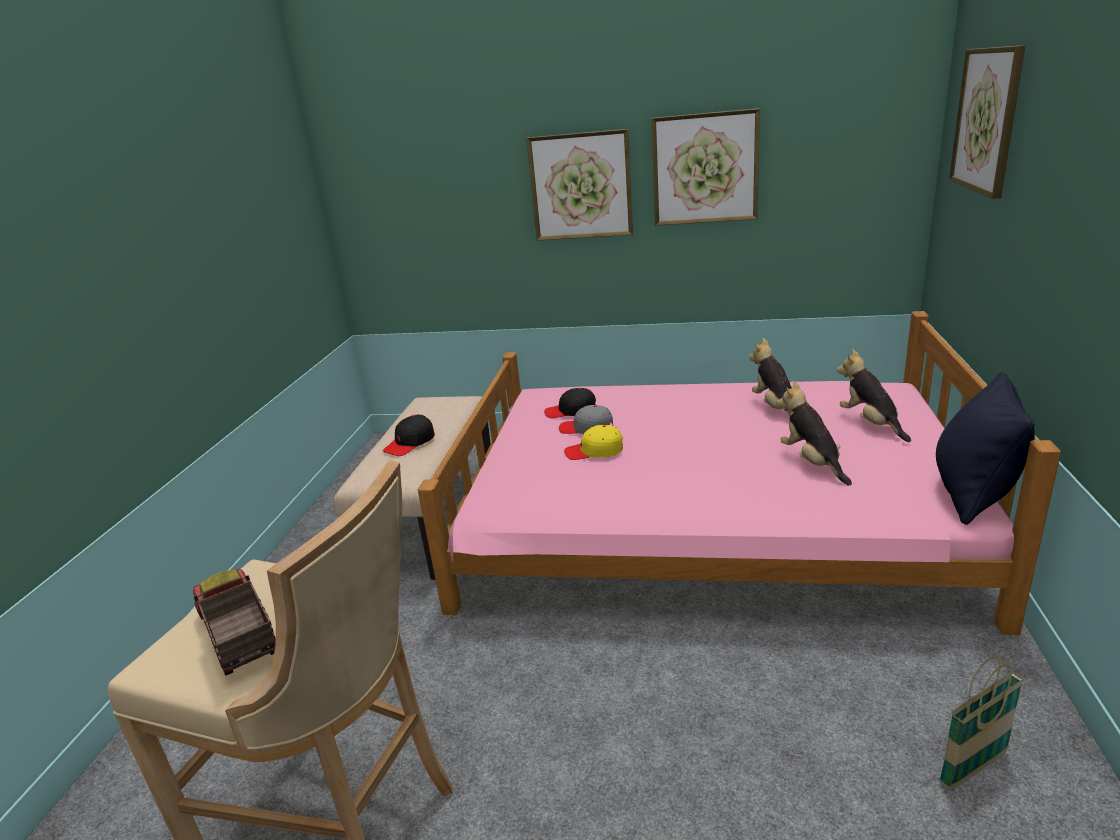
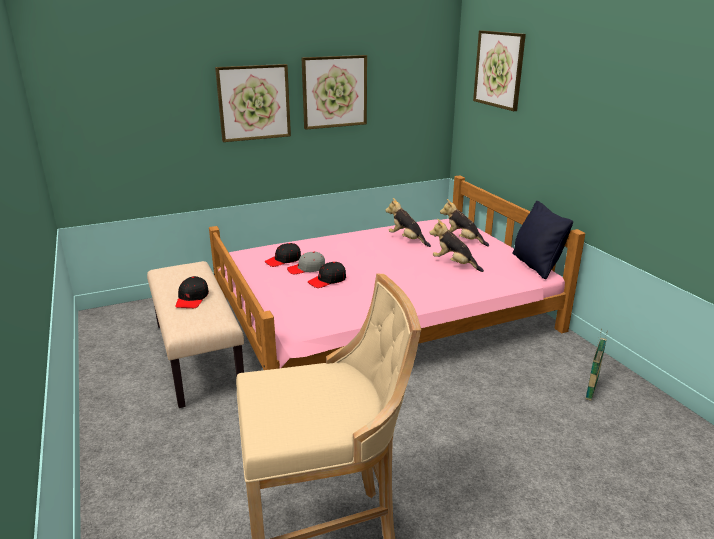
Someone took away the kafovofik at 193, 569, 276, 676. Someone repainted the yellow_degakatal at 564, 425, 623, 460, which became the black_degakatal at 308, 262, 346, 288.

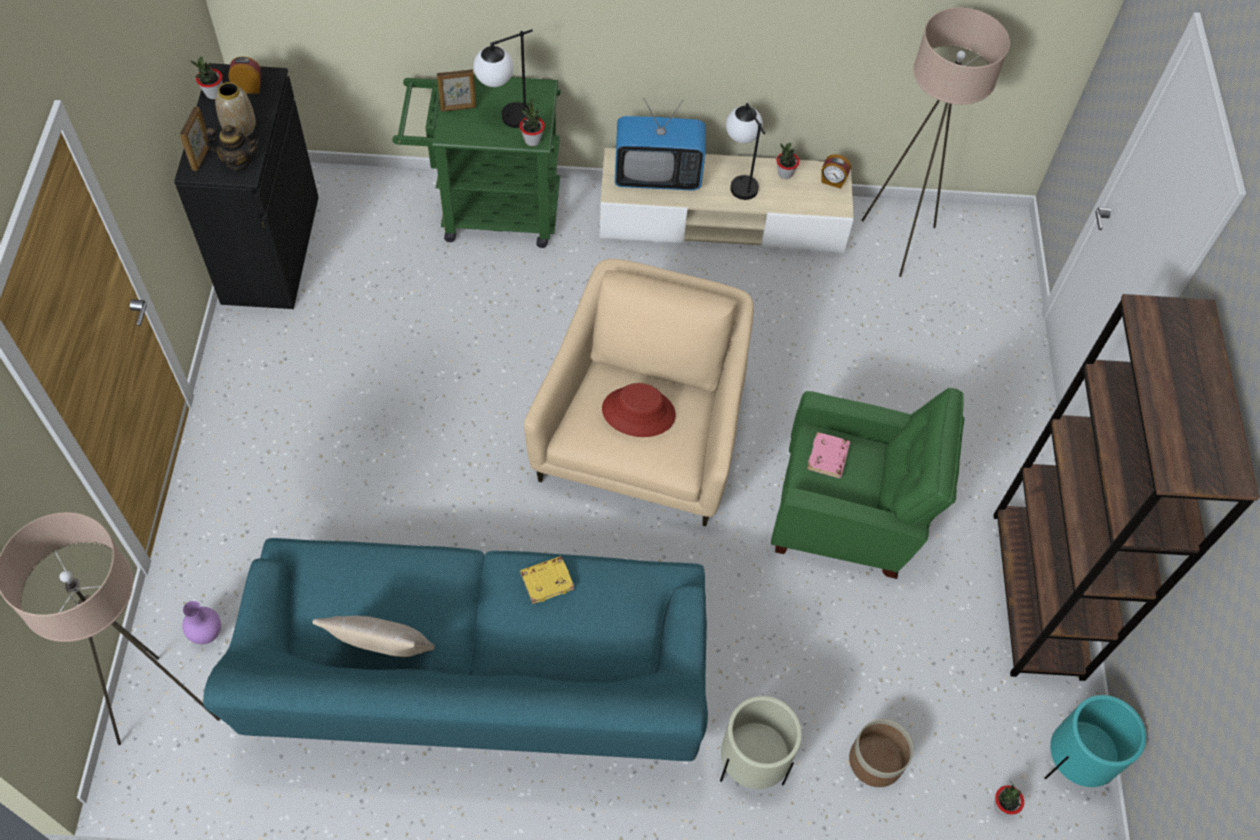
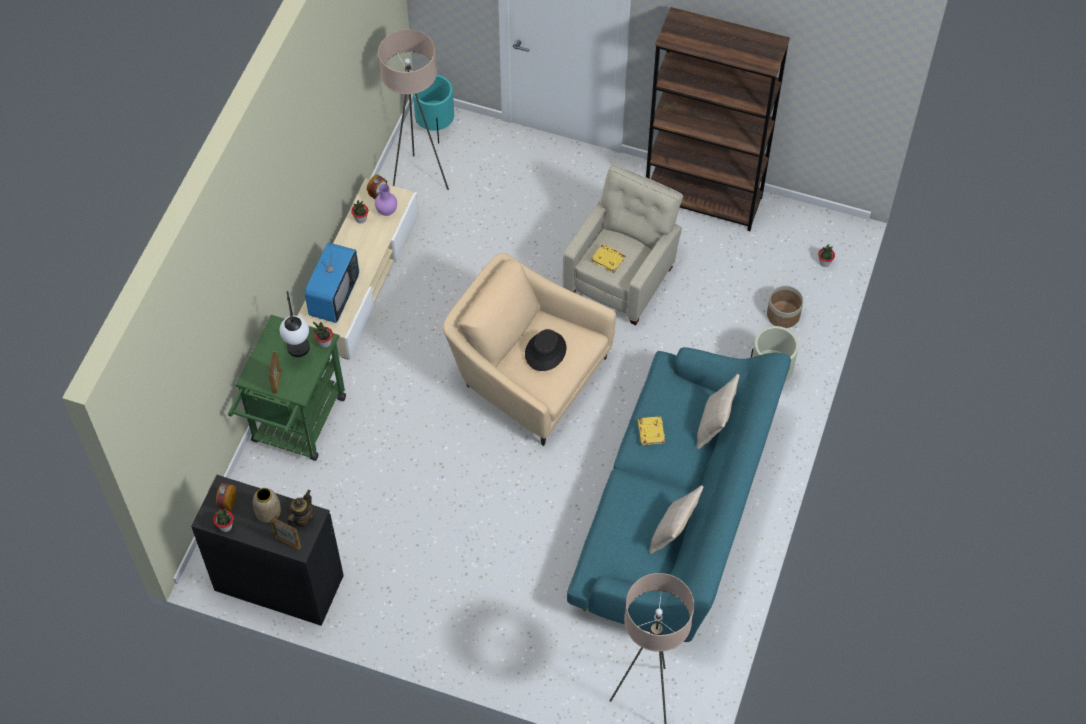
Someone took away the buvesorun at 726, 103, 765, 200. Someone put down the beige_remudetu at 696, 374, 739, 449. Someone carried the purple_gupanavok from 182, 601, 221, 644 to 375, 184, 397, 216. Someone carried the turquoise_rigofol from 1044, 695, 1146, 787 to 413, 74, 454, 144. Someone repainted the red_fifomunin at 602, 383, 676, 437, which became the black_fifomunin at 525, 329, 566, 371. Someone repainted the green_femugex at 771, 388, 965, 579, which became the beige_femugex at 563, 164, 683, 325. Someone repainted the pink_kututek at 807, 432, 850, 478, which became the yellow_kututek at 591, 244, 626, 273.

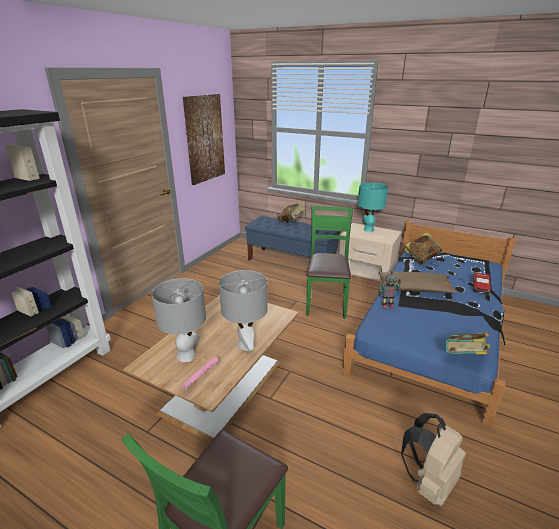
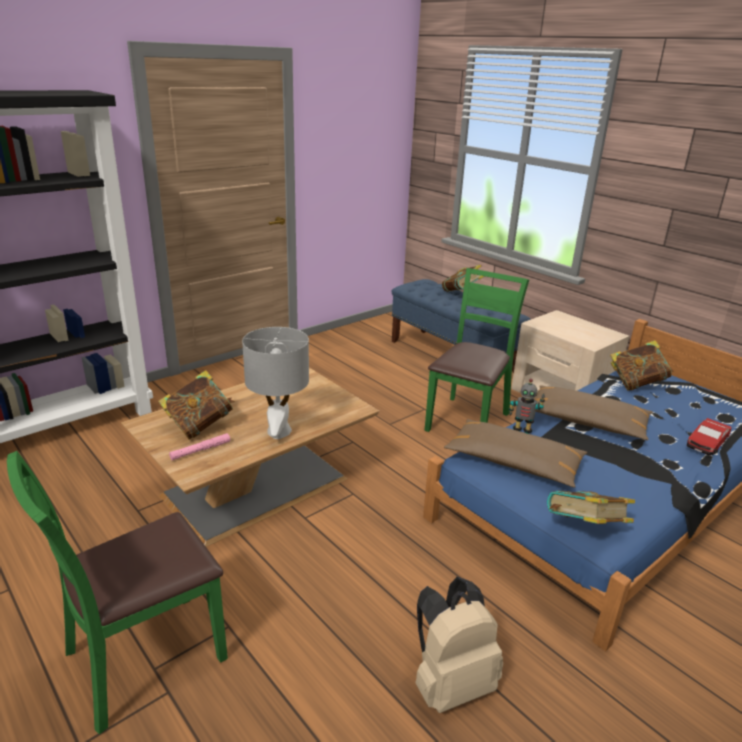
Someone took away the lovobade at 183, 94, 225, 185. Someone took away the turquoise_buvesorun at 358, 183, 388, 232. Someone put down the brown_remudetu at 444, 419, 587, 488. Someone swapped the grey_buvesorun at 152, 278, 206, 362 for the kututek at 158, 370, 235, 440.

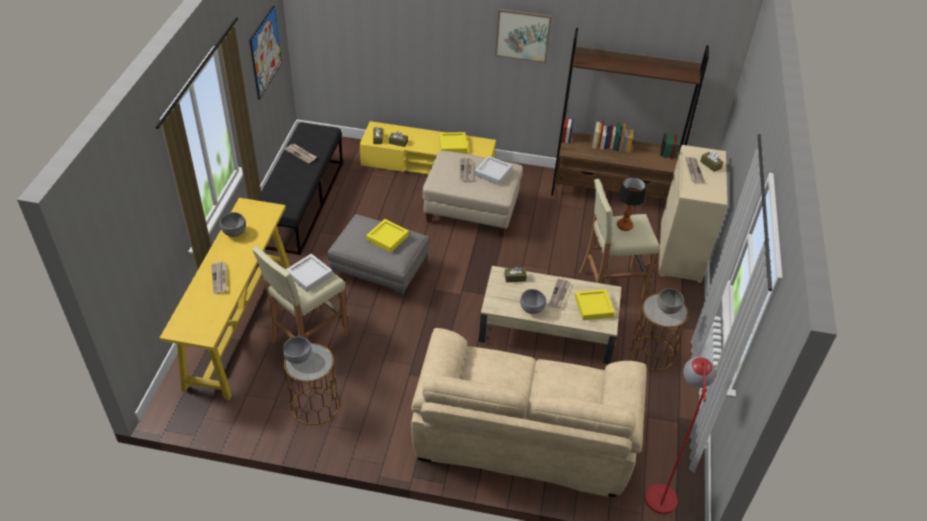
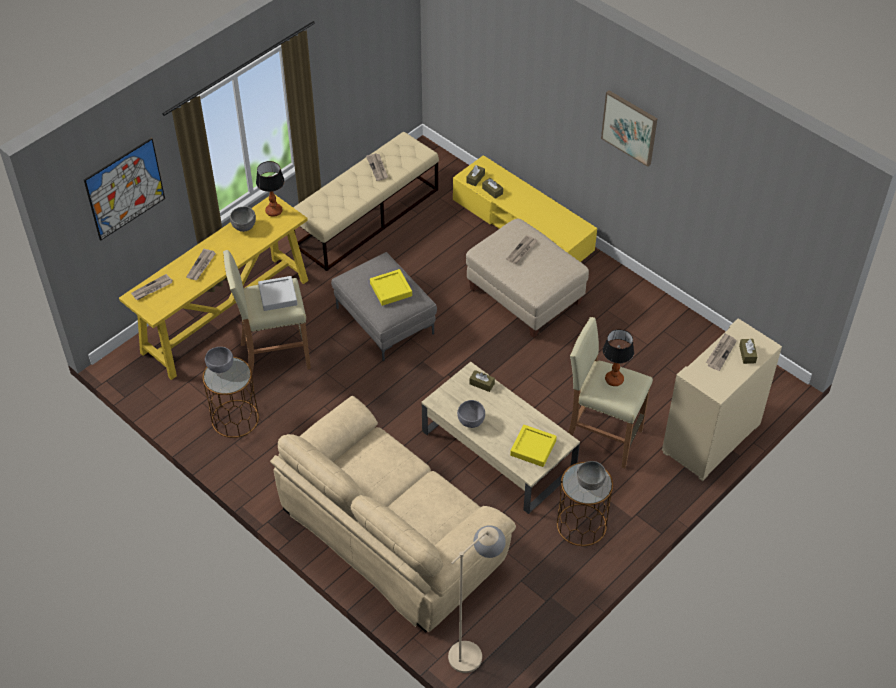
Someone took away the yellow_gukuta at 439, 132, 468, 153. Someone took away the grey_gukuta at 474, 156, 513, 185. Someone took away the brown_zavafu at 551, 28, 709, 200. Someone put down the buvesorun at 256, 161, 285, 217. Someone carried the lovobade from 249, 5, 282, 100 to 84, 138, 165, 241. Someone carried the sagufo from 549, 278, 571, 308 to 131, 274, 173, 300. Someone repainted the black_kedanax at 257, 122, 343, 255, which became the beige_kedanax at 293, 132, 439, 271. Someone repainted the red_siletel at 645, 357, 716, 514, which became the beige_siletel at 448, 525, 506, 673.

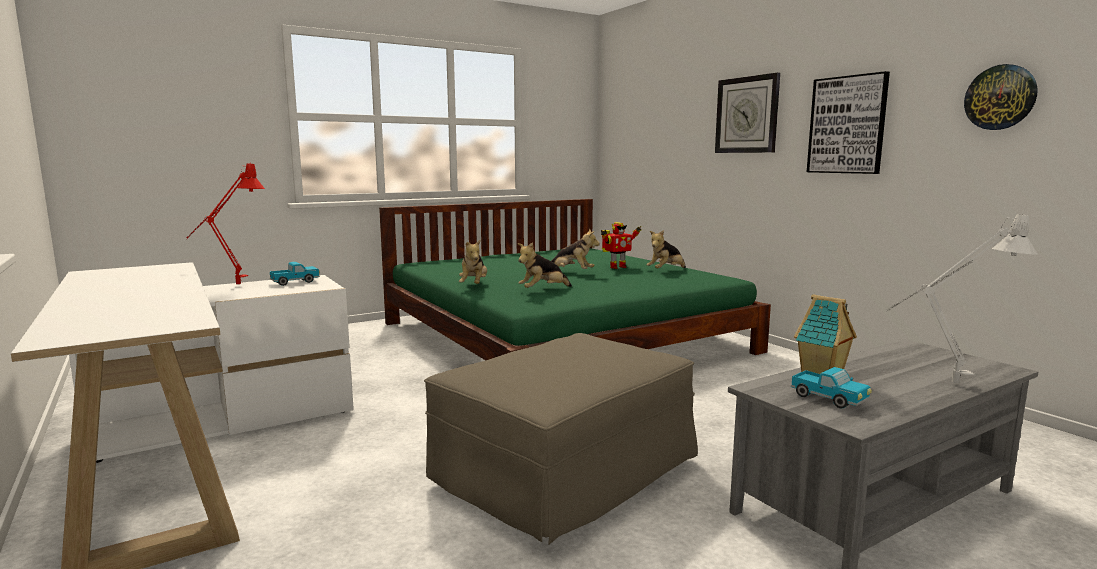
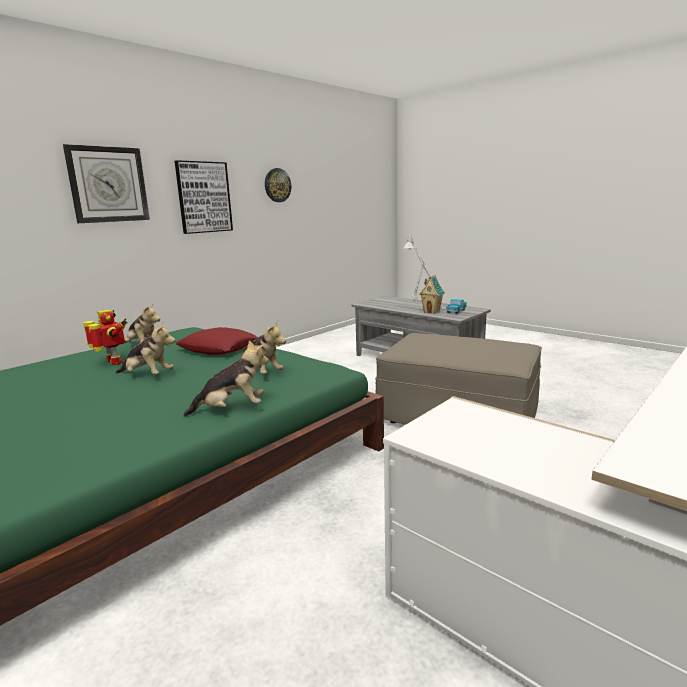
Someone took away the red_buvesorun at 187, 162, 265, 284. Someone took away the kafovofik at 270, 262, 320, 286. Someone put down the red_remudetu at 175, 327, 258, 355. Someone rotated the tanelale at 551, 229, 600, 269 by 105 degrees clockwise.

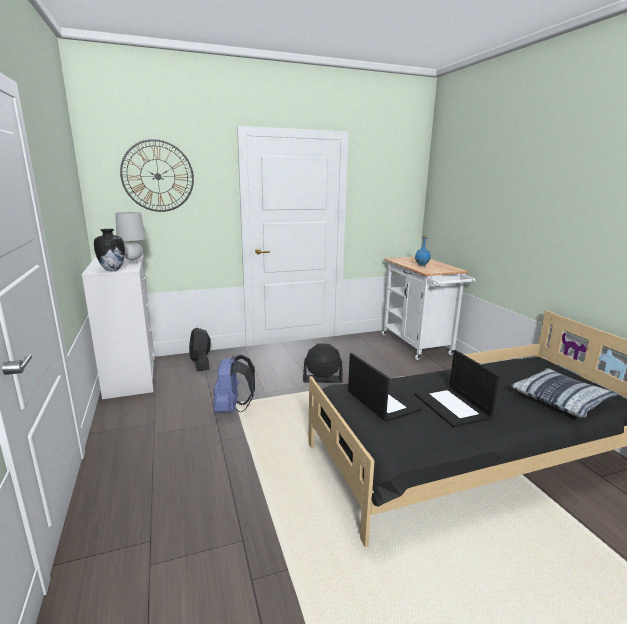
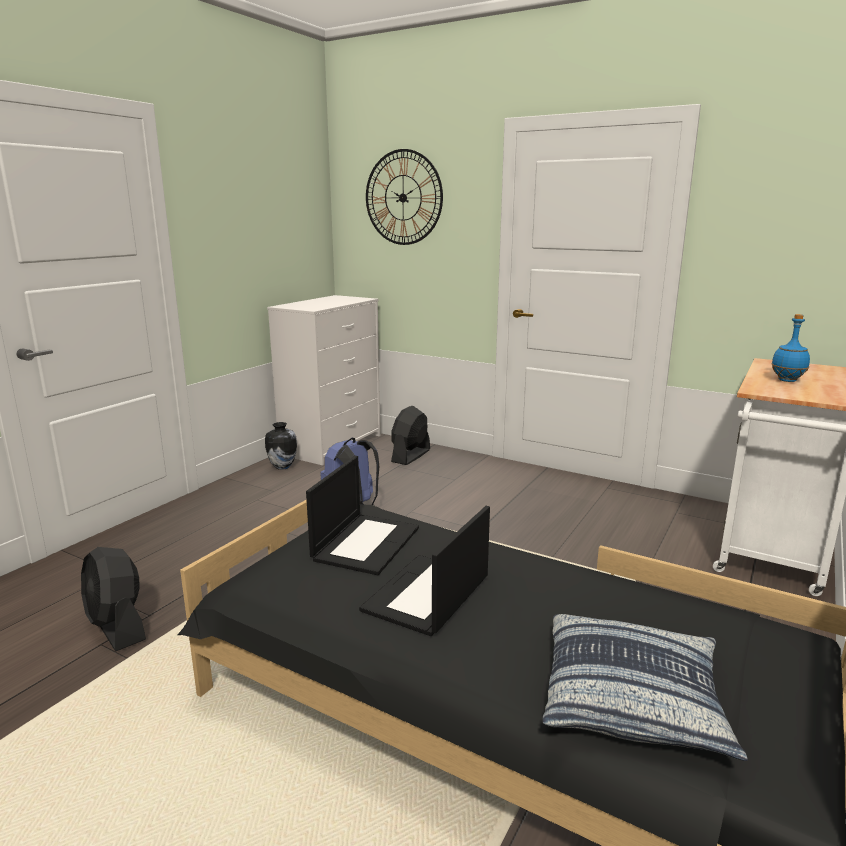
Someone took away the grey_buvesorun at 115, 212, 146, 263. Someone carried the gupanavok from 94, 229, 125, 271 to 265, 422, 297, 470. Someone carried the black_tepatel from 303, 344, 343, 383 to 81, 547, 146, 651.

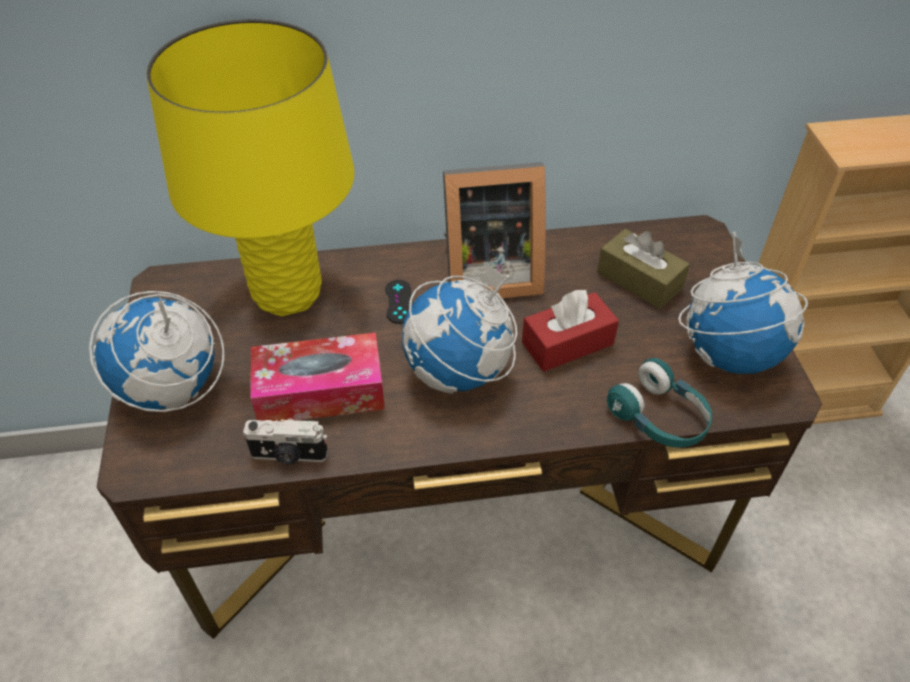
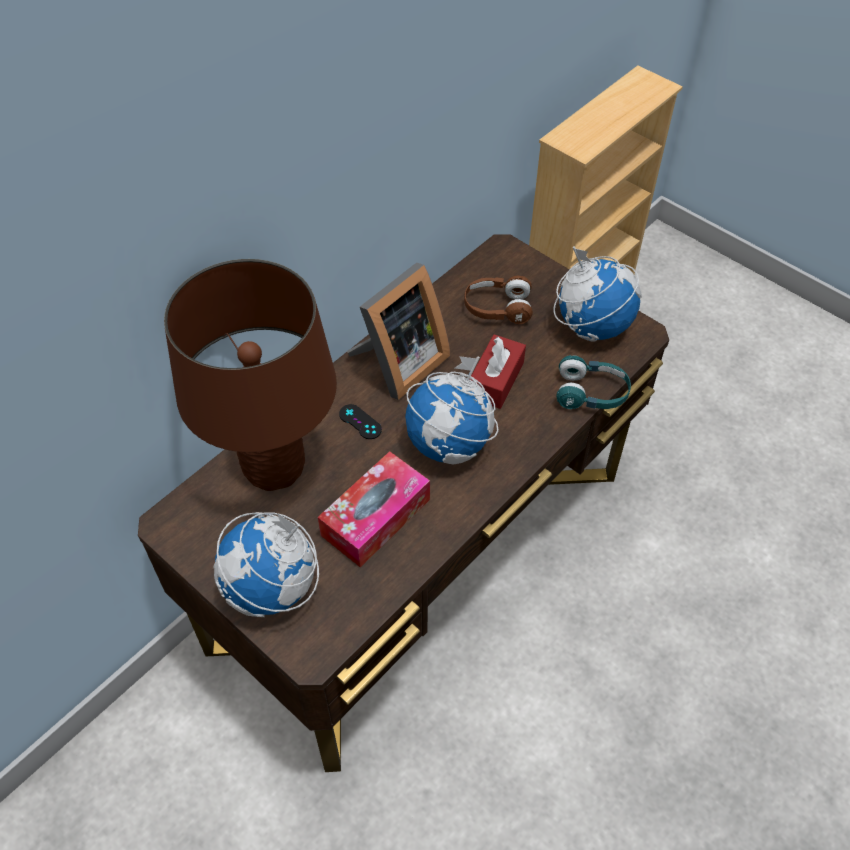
Someone took away the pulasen at 243, 418, 328, 464. Someone swapped the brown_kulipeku at 597, 229, 690, 309 for the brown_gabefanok at 464, 276, 533, 324. Someone repainted the yellow_buvesorun at 146, 19, 355, 316, which became the brown_buvesorun at 164, 259, 337, 491.

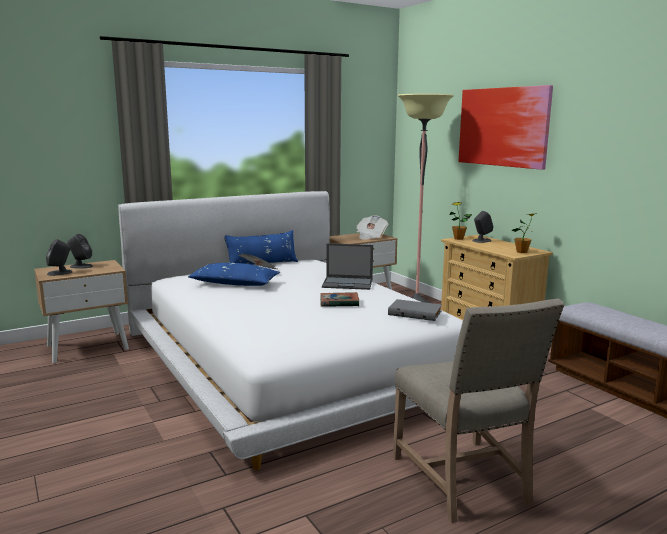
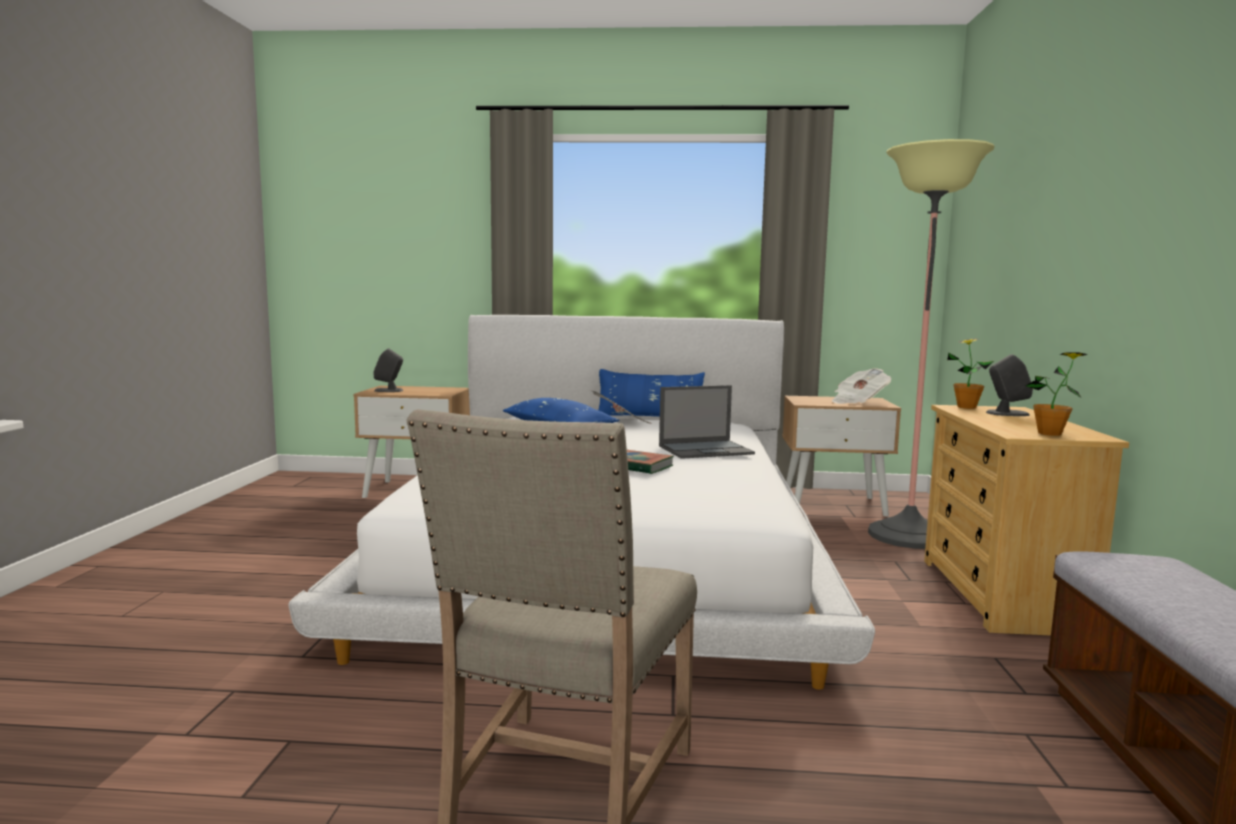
Someone took away the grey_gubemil at 67, 234, 93, 269. Someone took away the grey_kututek at 388, 299, 442, 321. Someone took away the lovobade at 459, 85, 553, 170. Someone rotated the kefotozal at 322, 243, 373, 290 by 60 degrees counterclockwise.

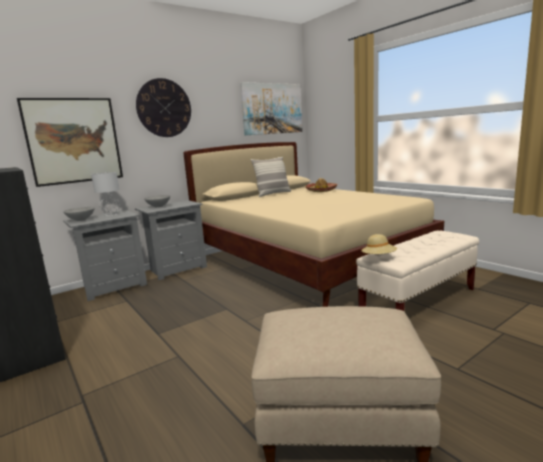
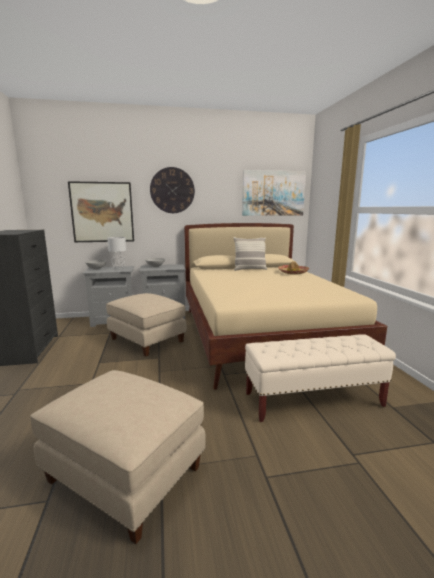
Someone took away the beige_fifomunin at 361, 234, 397, 254. Someone put down the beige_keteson at 106, 293, 187, 356.

